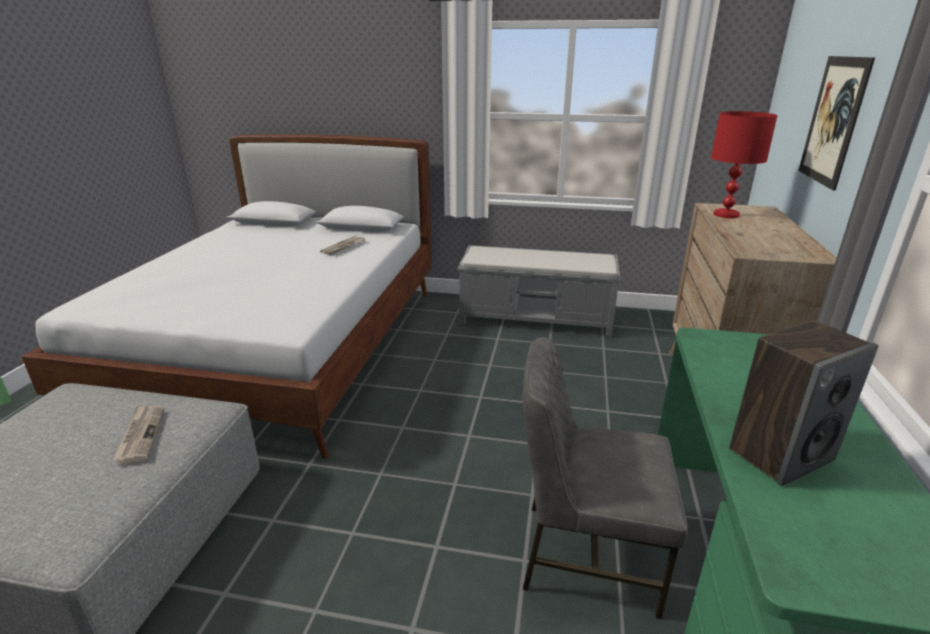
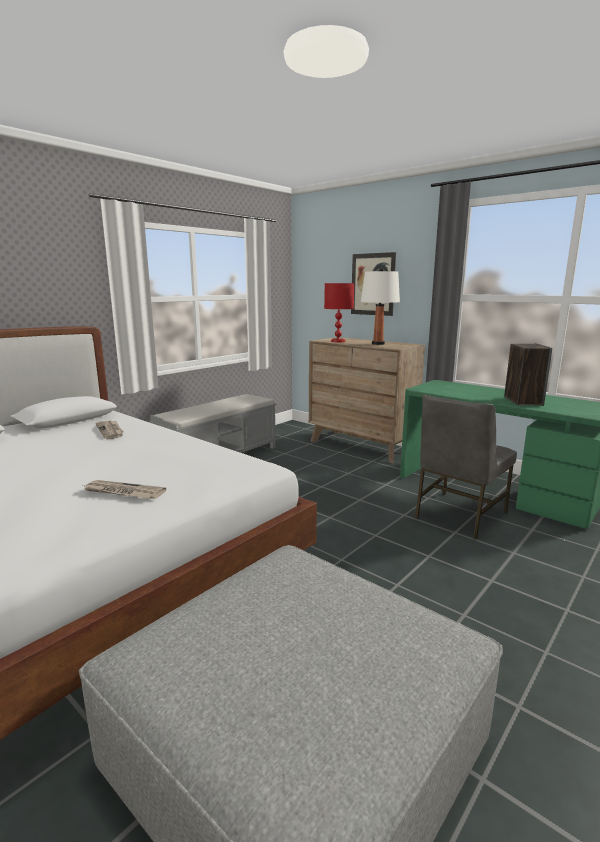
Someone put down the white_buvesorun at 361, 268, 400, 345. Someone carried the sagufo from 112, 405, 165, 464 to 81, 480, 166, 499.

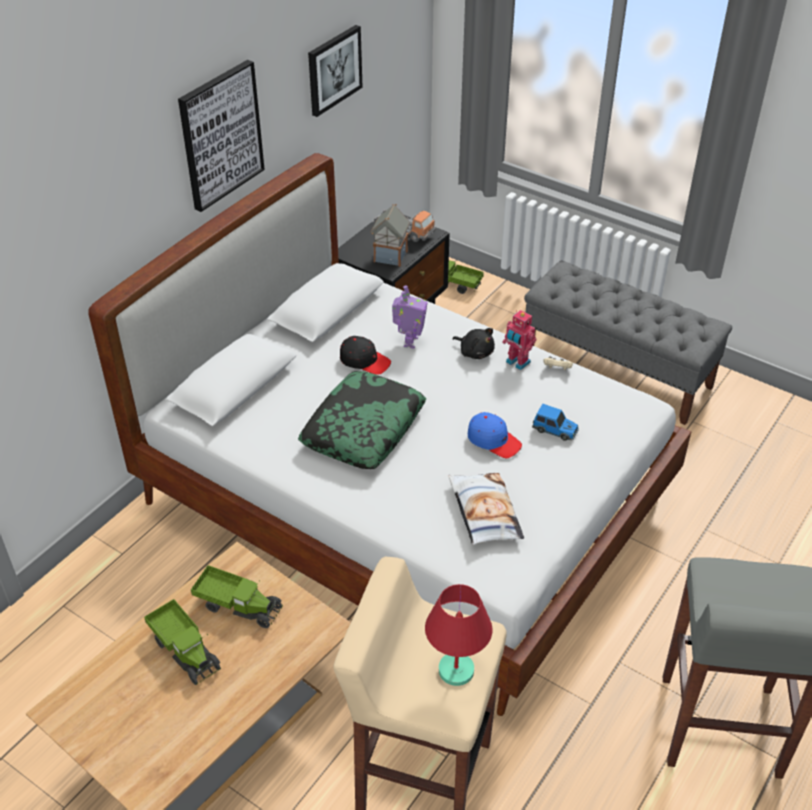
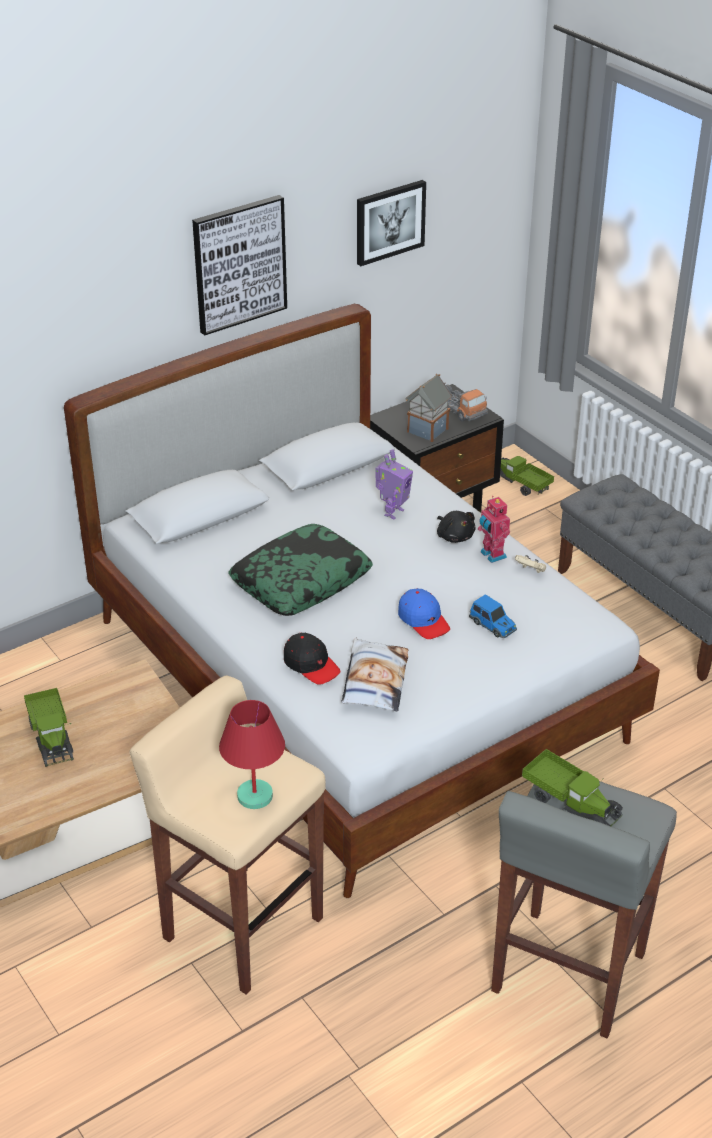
Someone carried the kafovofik from 191, 565, 283, 628 to 522, 749, 623, 826. Someone carried the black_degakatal from 340, 336, 391, 375 to 284, 633, 341, 685.

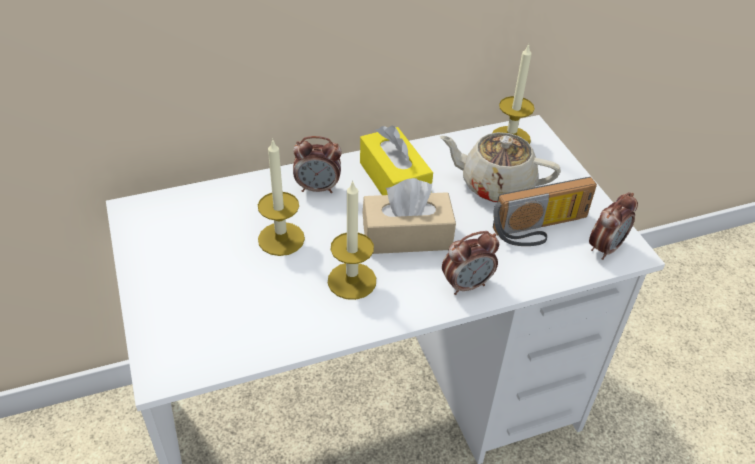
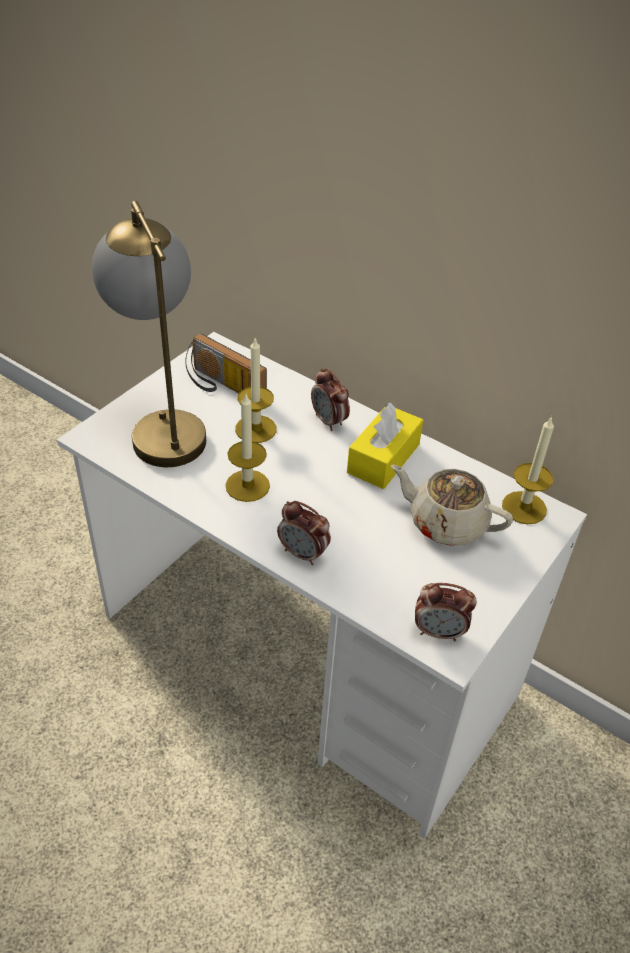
Someone took away the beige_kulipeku at 362, 178, 456, 254. Someone put down the buvesorun at 92, 201, 206, 467. Someone carried the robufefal from 493, 177, 597, 246 to 185, 333, 267, 393. Someone rotated the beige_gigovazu at 439, 132, 561, 202 by 45 degrees counterclockwise.

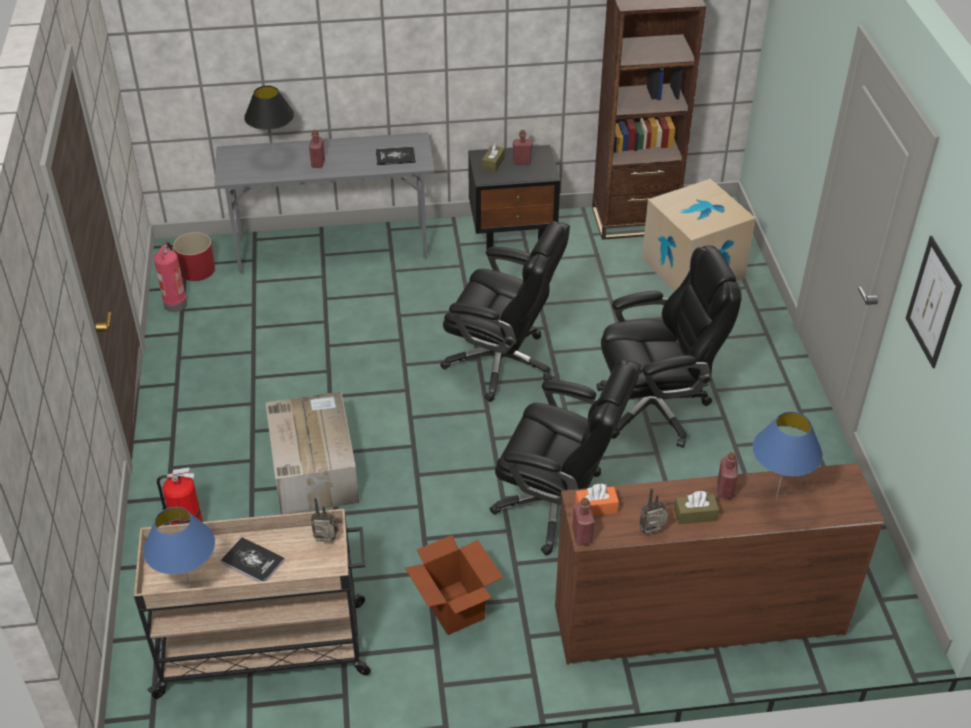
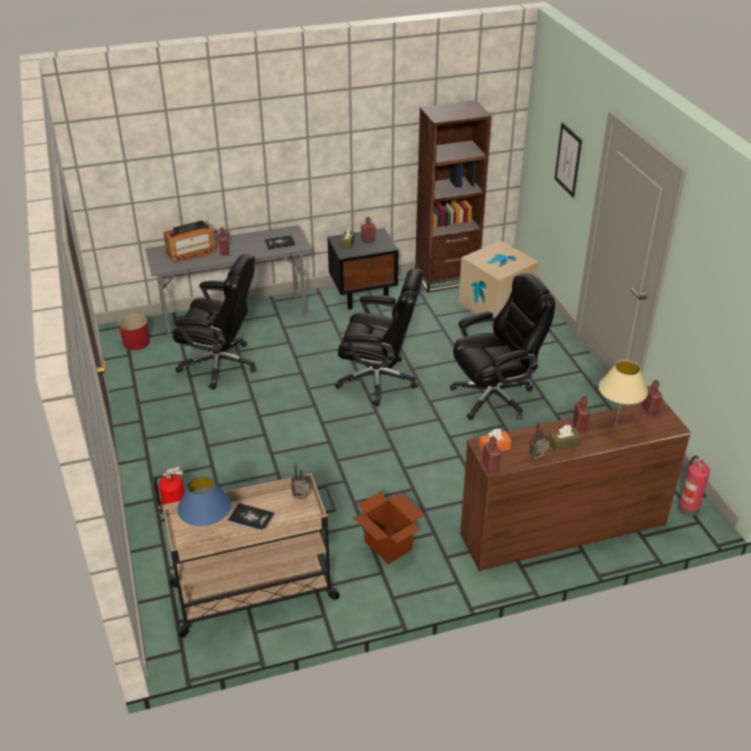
Someone took away the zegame at 266, 391, 359, 515. Someone put down the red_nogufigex at 642, 380, 663, 415. Someone carried the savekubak from 154, 242, 187, 312 to 678, 455, 710, 516. Someone carried the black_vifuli from 490, 359, 641, 556 to 173, 254, 256, 390. Someone carried the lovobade from 905, 236, 962, 368 to 554, 123, 582, 198. Someone swapped the black_buvesorun at 244, 86, 294, 158 for the robufefal at 163, 220, 216, 263. Someone repainted the blue_buvesorun at 753, 412, 823, 499, which became the beige_buvesorun at 599, 360, 648, 427.

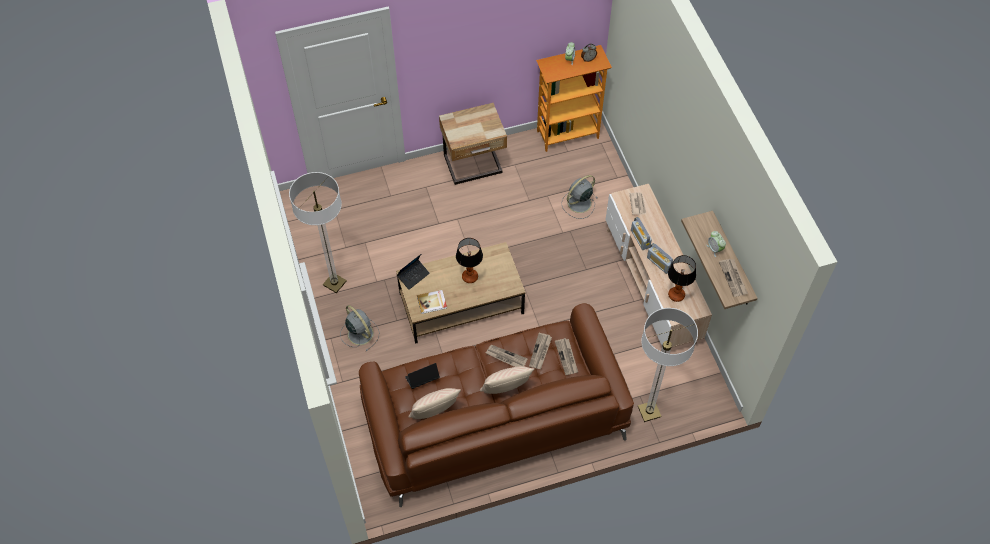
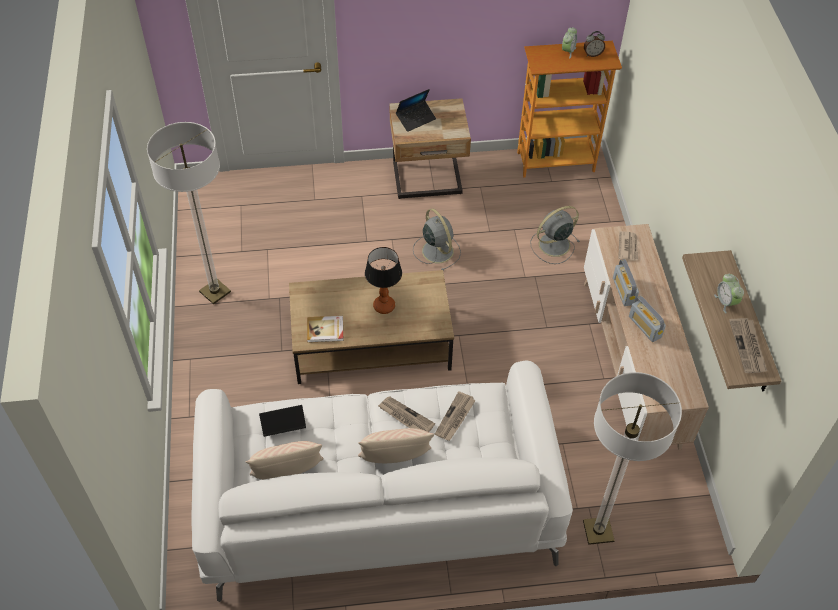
Someone took away the sagufo at 555, 338, 578, 375. Someone took away the buvesorun at 668, 255, 696, 302. Someone carried the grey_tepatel from 340, 305, 379, 351 to 413, 208, 461, 270. Someone carried the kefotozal from 397, 254, 430, 290 to 396, 89, 436, 132. Someone repainted the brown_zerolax at 359, 303, 634, 507, which became the white_zerolax at 191, 361, 573, 602.

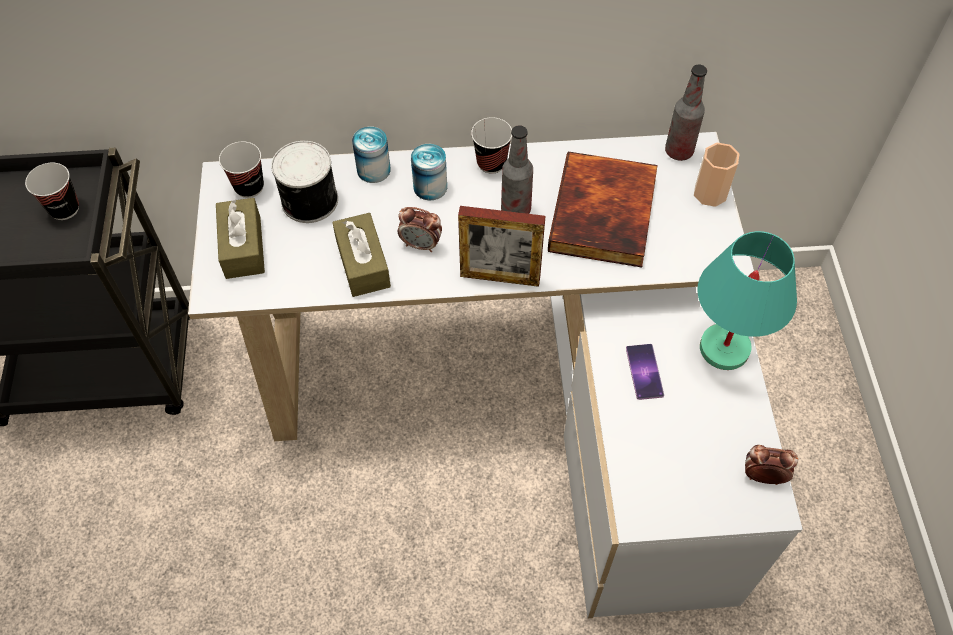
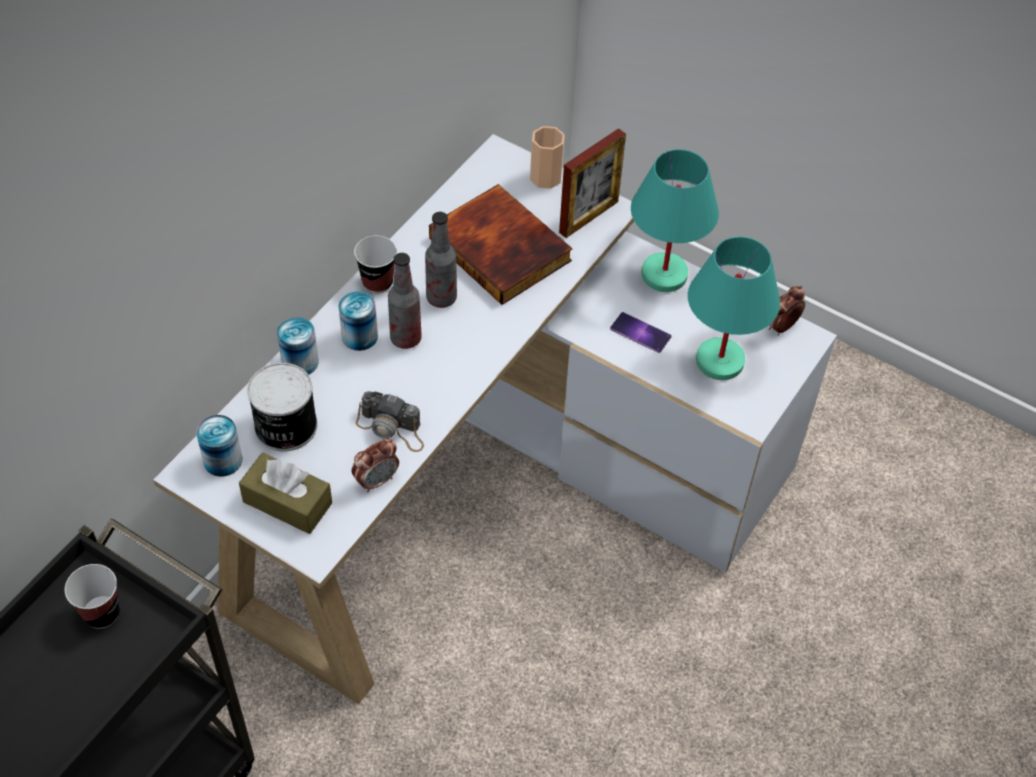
Someone put down the turquoise_buvesorun at 688, 236, 780, 380. Someone carried the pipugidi from 398, 207, 442, 252 to 351, 439, 399, 492. Someone carried the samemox from 458, 206, 545, 287 to 559, 128, 626, 238. Someone carried the nogufigex from 665, 65, 707, 161 to 388, 253, 422, 349. Someone swapped the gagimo at 219, 142, 264, 198 for the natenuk at 196, 415, 242, 477. Someone swapped the brown_kulipeku at 332, 213, 391, 297 for the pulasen at 356, 391, 424, 452.

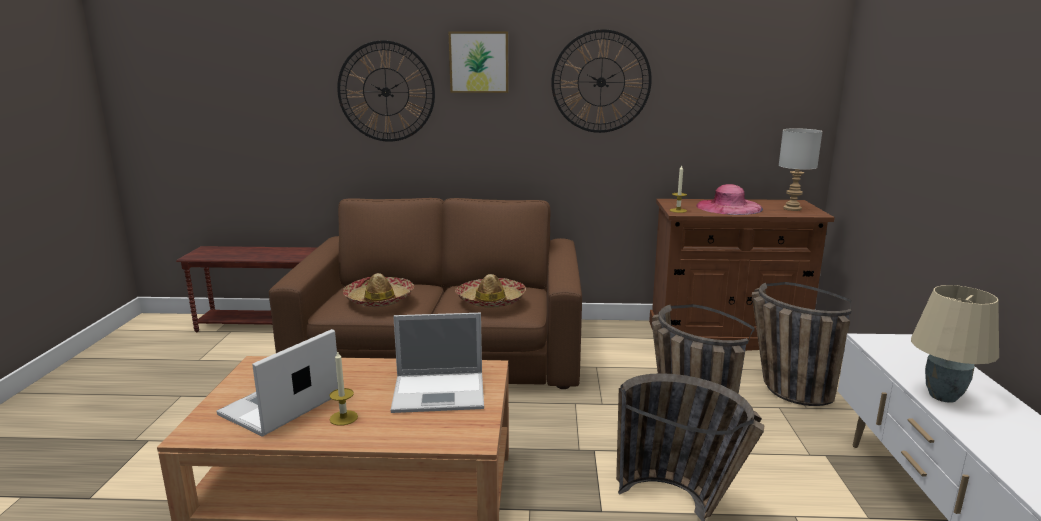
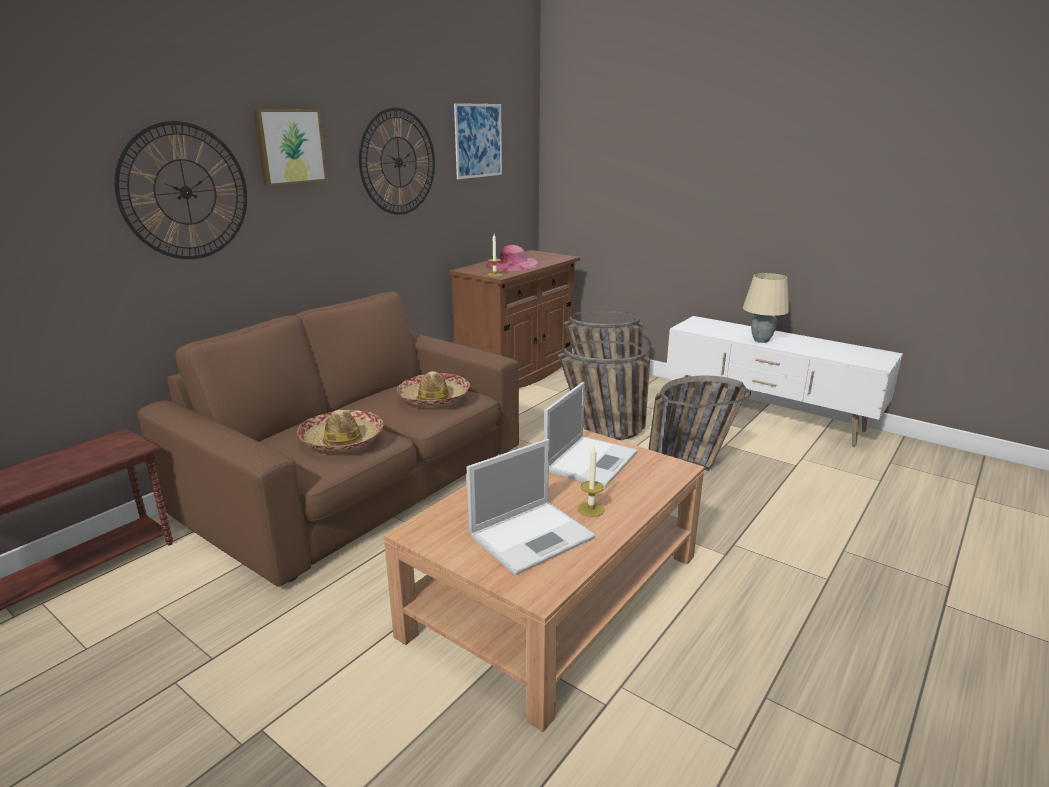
Someone took away the grey_buvesorun at 779, 128, 823, 211. Someone put up the lovobade at 454, 103, 502, 179. Someone rotated the kefotozal at 216, 329, 338, 437 by 105 degrees counterclockwise.

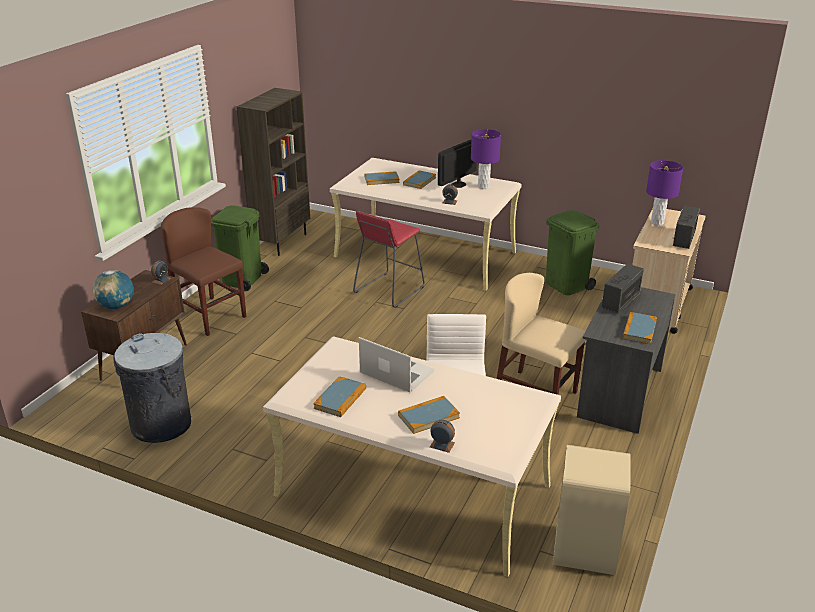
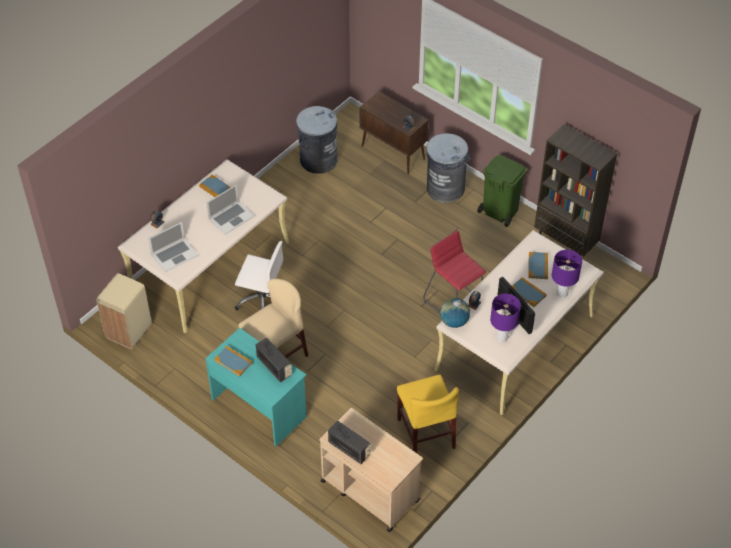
Someone took away the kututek at 398, 396, 460, 434. Someone put down the kefotozal at 148, 222, 198, 272. Someone carried the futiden from 93, 270, 134, 309 to 440, 298, 470, 328. Someone carried the purple_buvesorun from 646, 160, 683, 225 to 552, 250, 582, 298. Someone swapped the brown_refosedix at 161, 207, 246, 336 for the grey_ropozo at 426, 133, 470, 203. Someone swapped the green_ropozo at 546, 210, 599, 295 for the yellow_refosedix at 397, 375, 459, 453. Someone repainted the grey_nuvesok at 577, 287, 676, 434, which became the turquoise_nuvesok at 205, 328, 307, 447.

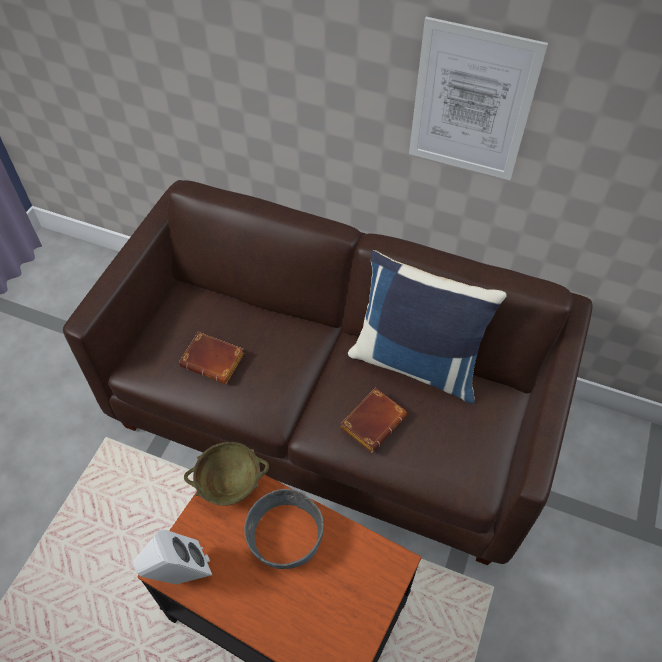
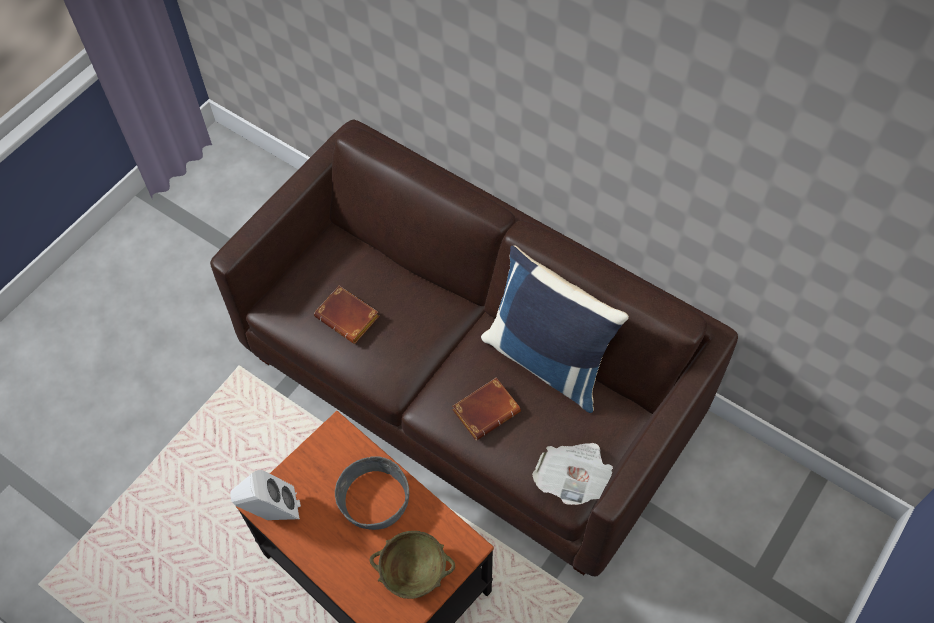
Someone took away the lovobade at 409, 17, 548, 180. Someone put down the sagufo at 532, 443, 613, 505. Someone carried the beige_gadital from 184, 442, 269, 506 to 370, 531, 455, 599.

